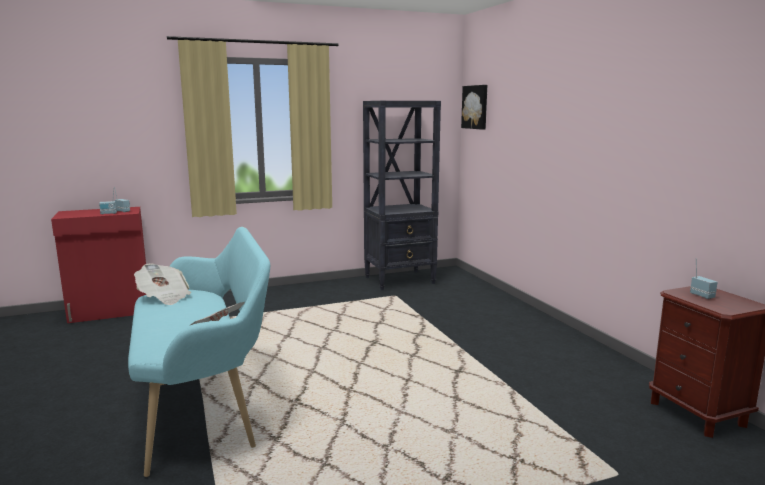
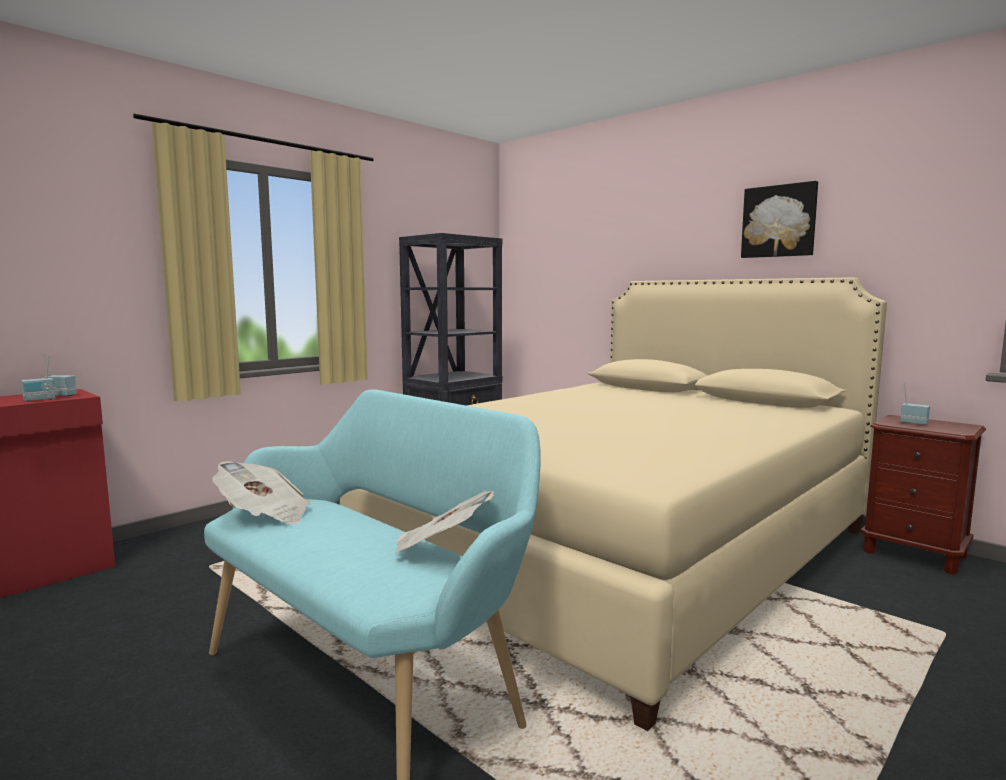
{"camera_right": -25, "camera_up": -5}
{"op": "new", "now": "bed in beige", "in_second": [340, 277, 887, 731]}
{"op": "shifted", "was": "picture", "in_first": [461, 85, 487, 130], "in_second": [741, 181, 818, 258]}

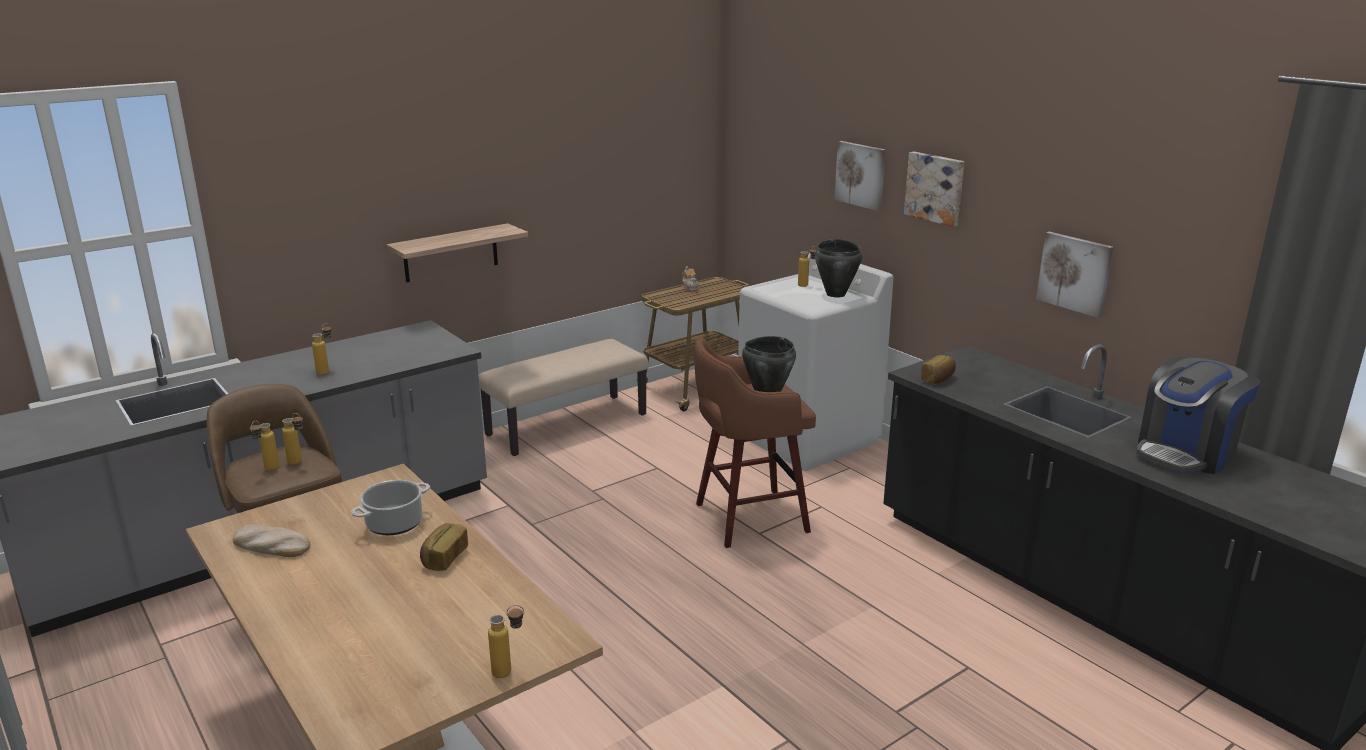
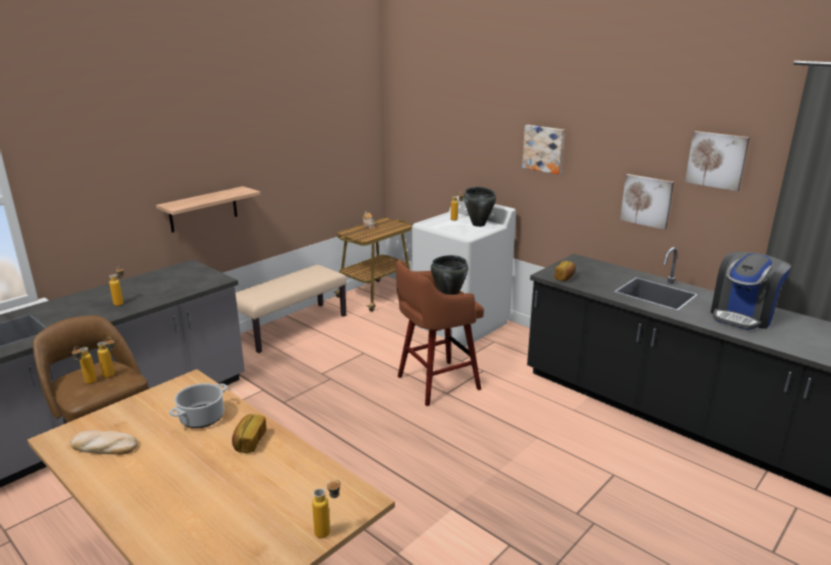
{"camera_right": -10, "camera_up": 0}
{"op": "shifted", "was": "picture", "in_first": [834, 141, 886, 211], "in_second": [685, 131, 750, 191]}

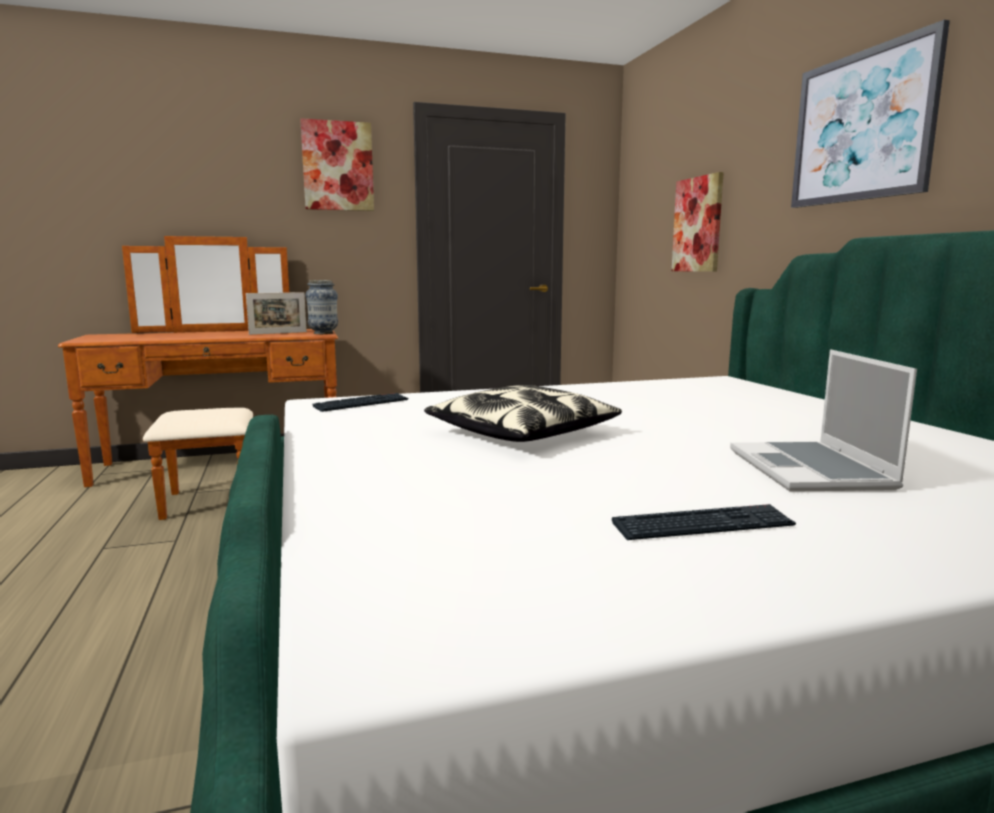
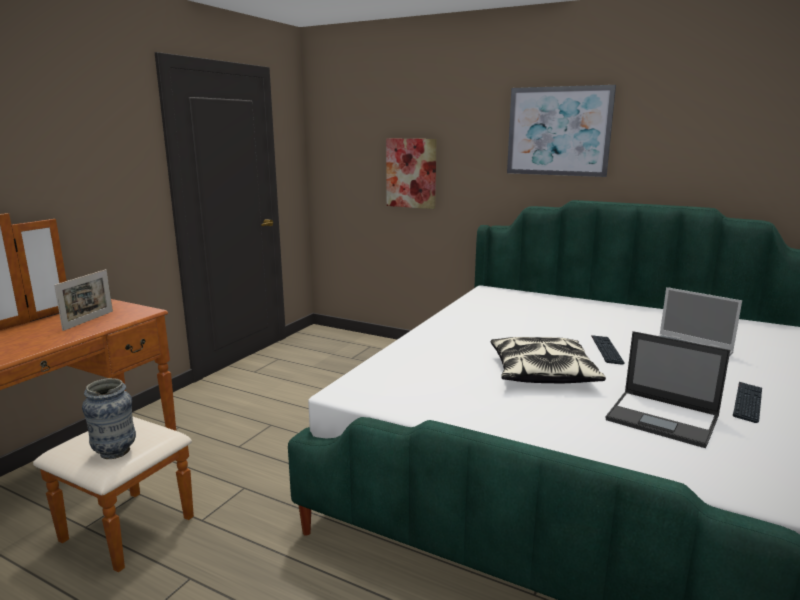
{"camera_right": -45, "camera_up": 5}
{"op": "shifted", "was": "vase", "in_first": [305, 280, 338, 334], "in_second": [82, 378, 136, 459]}
{"op": "shifted", "was": "keyboard", "in_first": [313, 393, 408, 412], "in_second": [591, 335, 625, 365]}
{"op": "new", "now": "laptop", "in_second": [605, 331, 730, 448]}
{"op": "gone", "was": "picture", "in_first": [300, 118, 374, 211]}

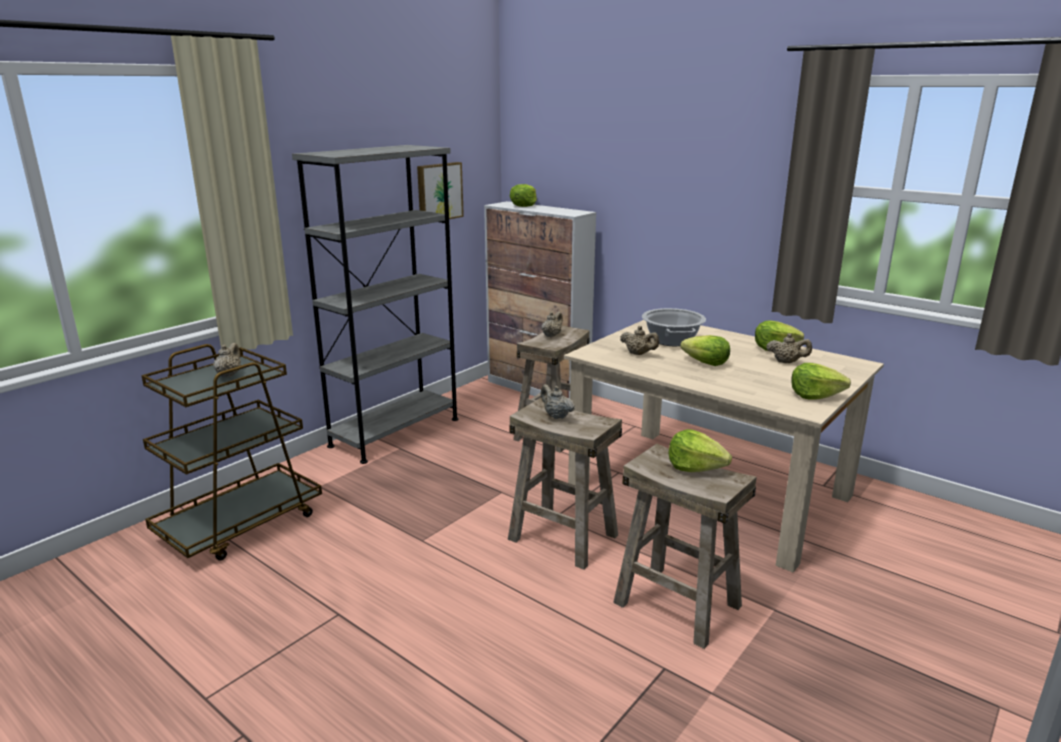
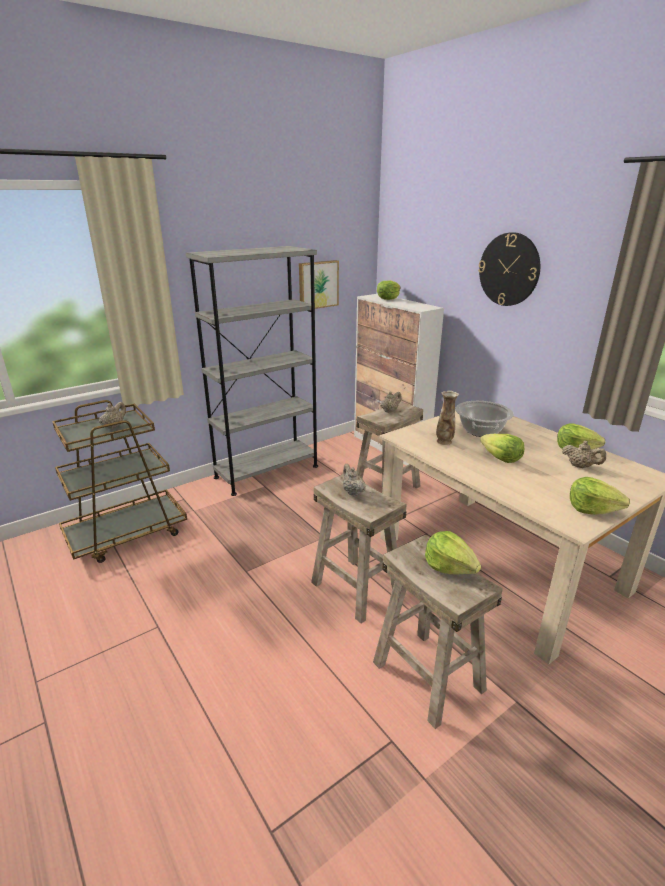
{"camera_right": 15, "camera_up": 5}
{"op": "swapped", "was": "teapot in beige", "now": "vase", "in_first": [620, 326, 659, 355], "in_second": [436, 390, 459, 445]}
{"op": "new", "now": "wall clock", "in_second": [478, 232, 540, 306]}

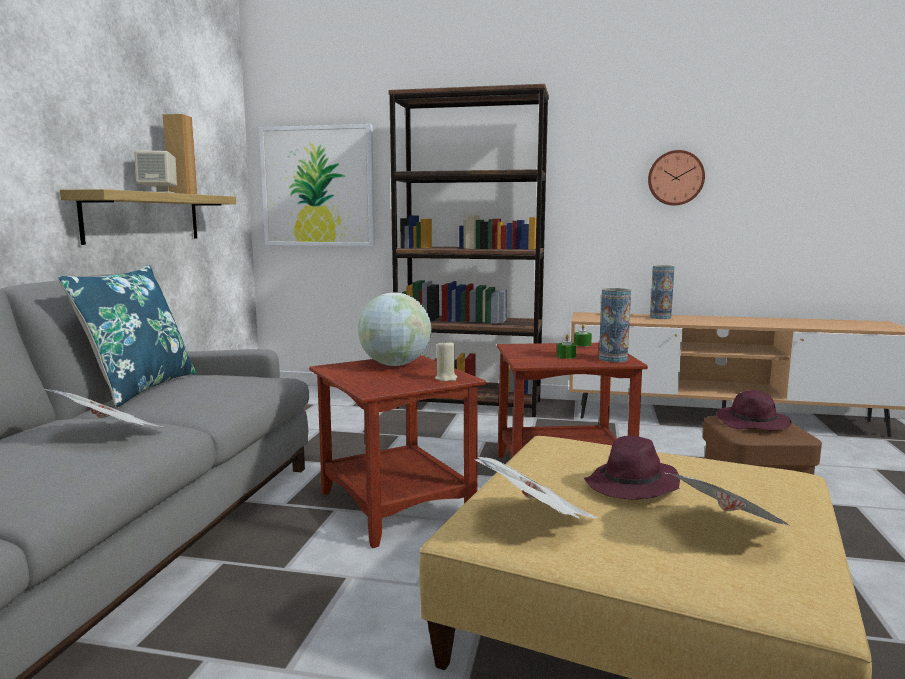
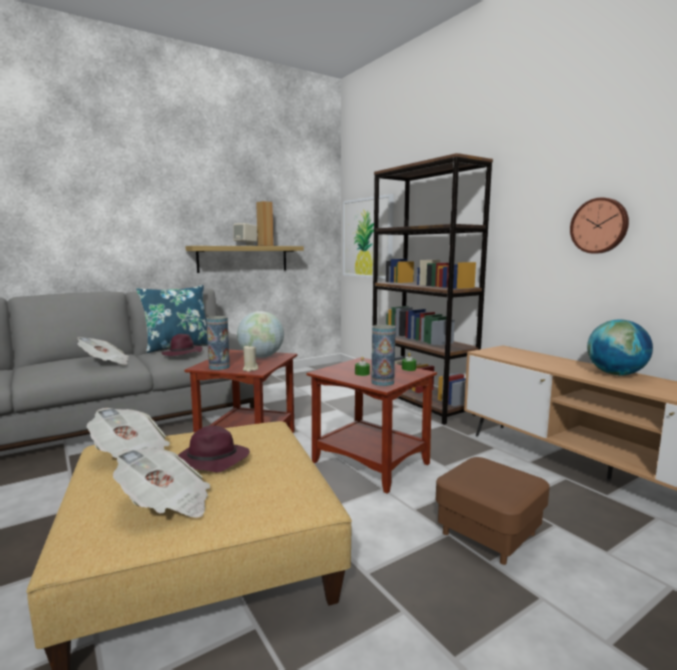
{"camera_right": 45, "camera_up": 0}
{"op": "shifted", "was": "hat in purple", "in_first": [717, 390, 791, 430], "in_second": [161, 334, 202, 356]}
{"op": "shifted", "was": "vase", "in_first": [650, 265, 675, 319], "in_second": [206, 316, 230, 370]}
{"op": "new", "now": "globe", "in_second": [587, 320, 653, 375]}

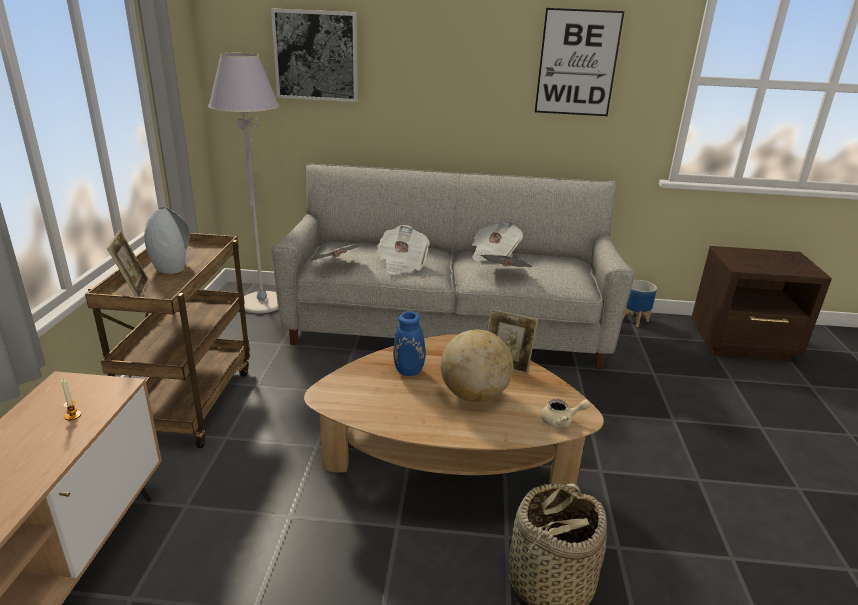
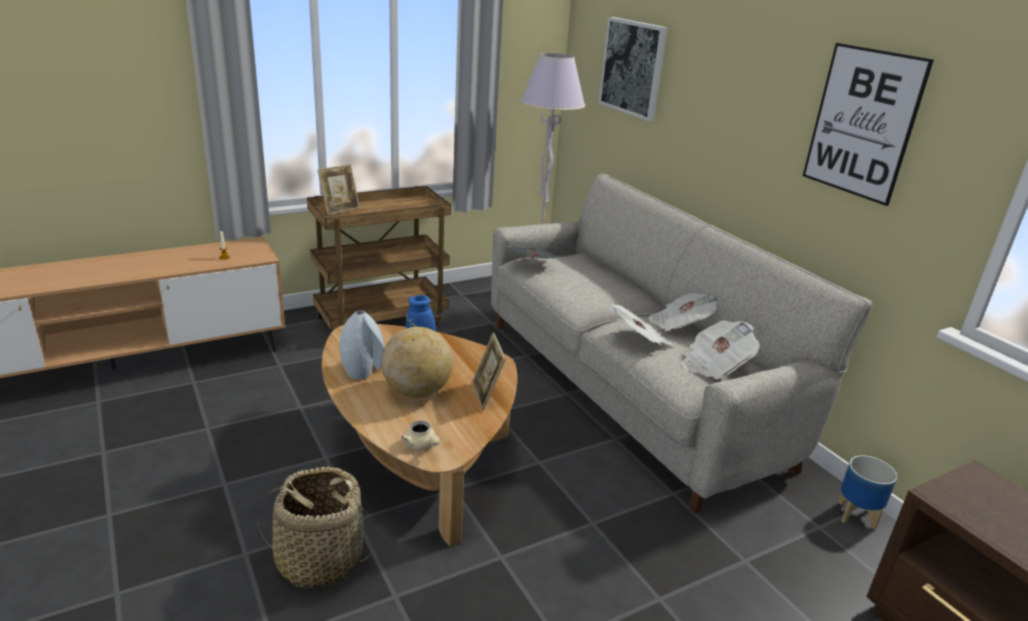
{"camera_right": 55, "camera_up": 0}
{"op": "shifted", "was": "vase in grey", "in_first": [144, 207, 190, 274], "in_second": [339, 310, 384, 380]}
{"op": "shifted", "was": "newspaper", "in_first": [377, 225, 430, 274], "in_second": [681, 320, 760, 379]}

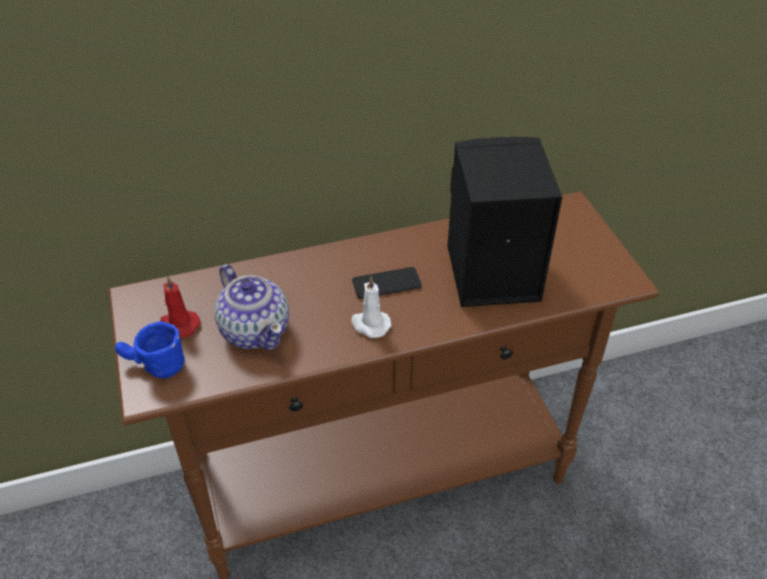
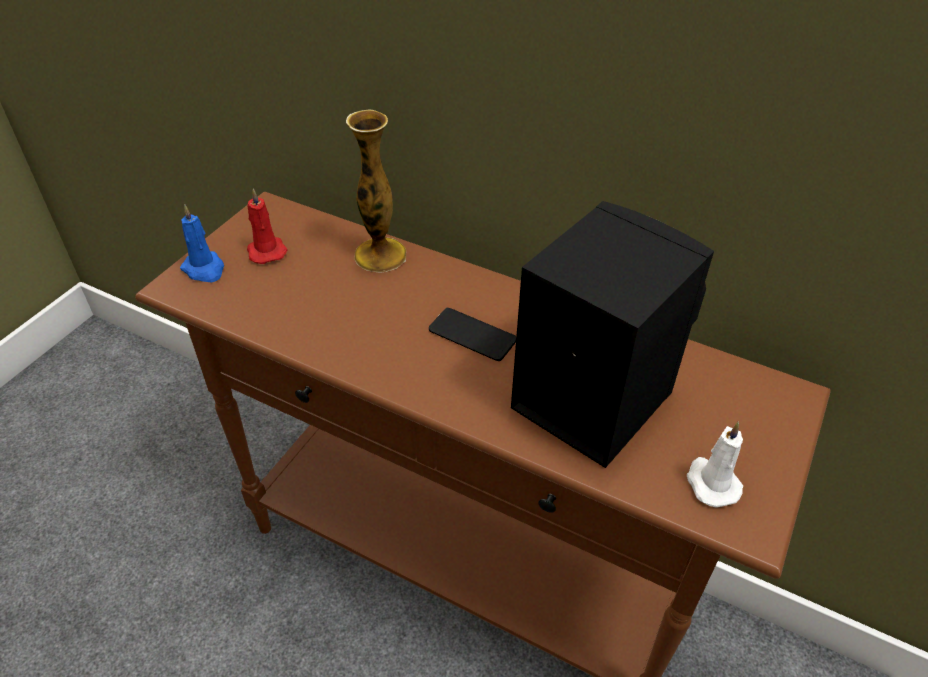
{"camera_right": 45, "camera_up": 0}
{"op": "swapped", "was": "mug in blue", "now": "candle in blue", "in_first": [115, 321, 185, 379], "in_second": [180, 205, 224, 282]}
{"op": "new", "now": "vase", "in_second": [346, 110, 406, 273]}
{"op": "shifted", "was": "candle in white", "in_first": [351, 276, 392, 338], "in_second": [687, 421, 743, 508]}
{"op": "gone", "was": "teapot", "in_first": [214, 264, 289, 350]}

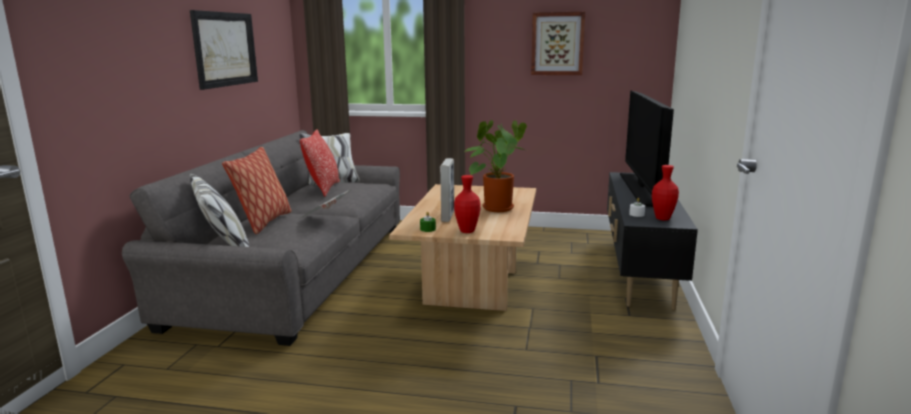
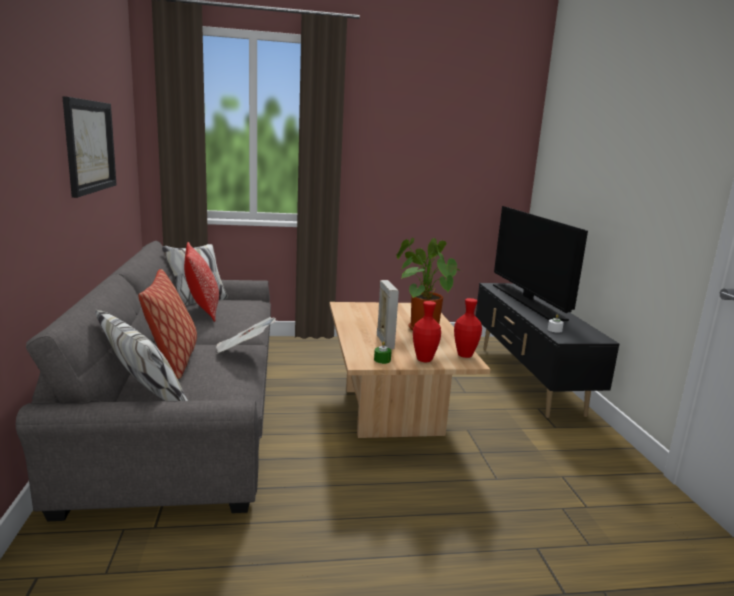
{"camera_right": -20, "camera_up": 0}
{"op": "shifted", "was": "vase in red", "in_first": [652, 165, 679, 220], "in_second": [454, 298, 482, 358]}
{"op": "gone", "was": "picture", "in_first": [531, 12, 585, 75]}

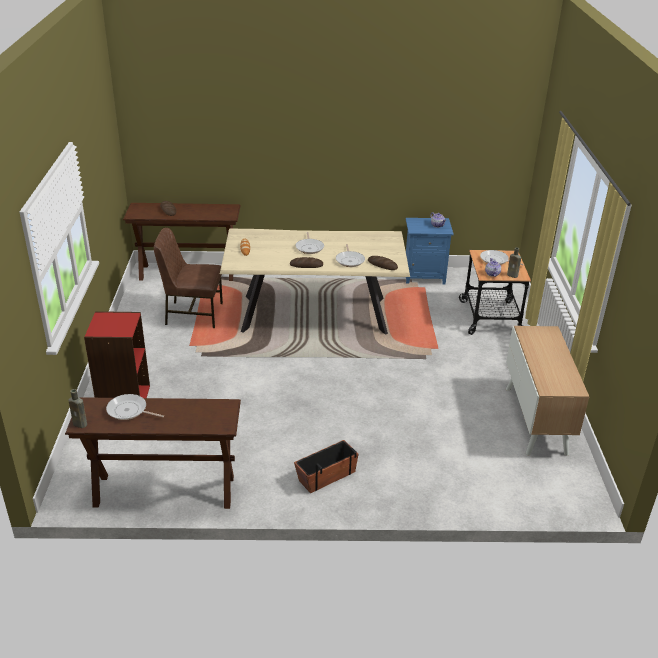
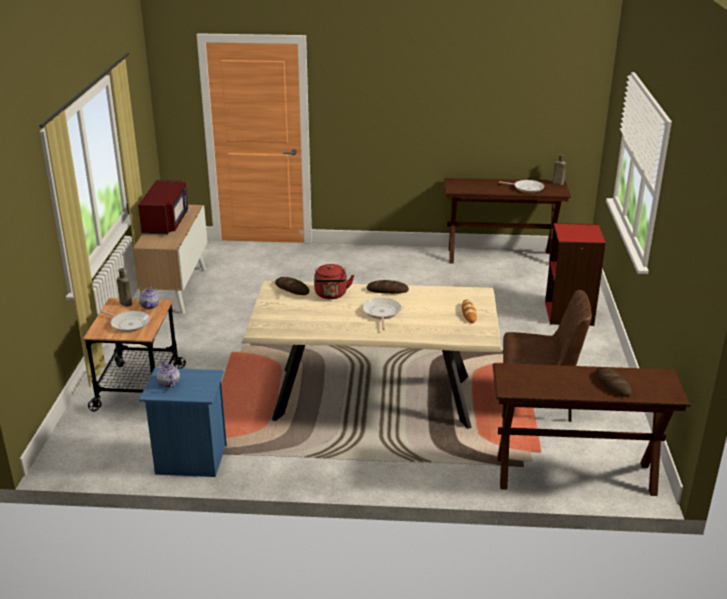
{"camera_right": -175, "camera_up": -5}
{"op": "new", "now": "microwave in red", "in_second": [138, 180, 188, 234]}
{"op": "swapped", "was": "frying pan", "now": "kettle in red", "in_first": [336, 244, 365, 267], "in_second": [314, 264, 354, 299]}
{"op": "gone", "was": "planter", "in_first": [294, 440, 359, 493]}

